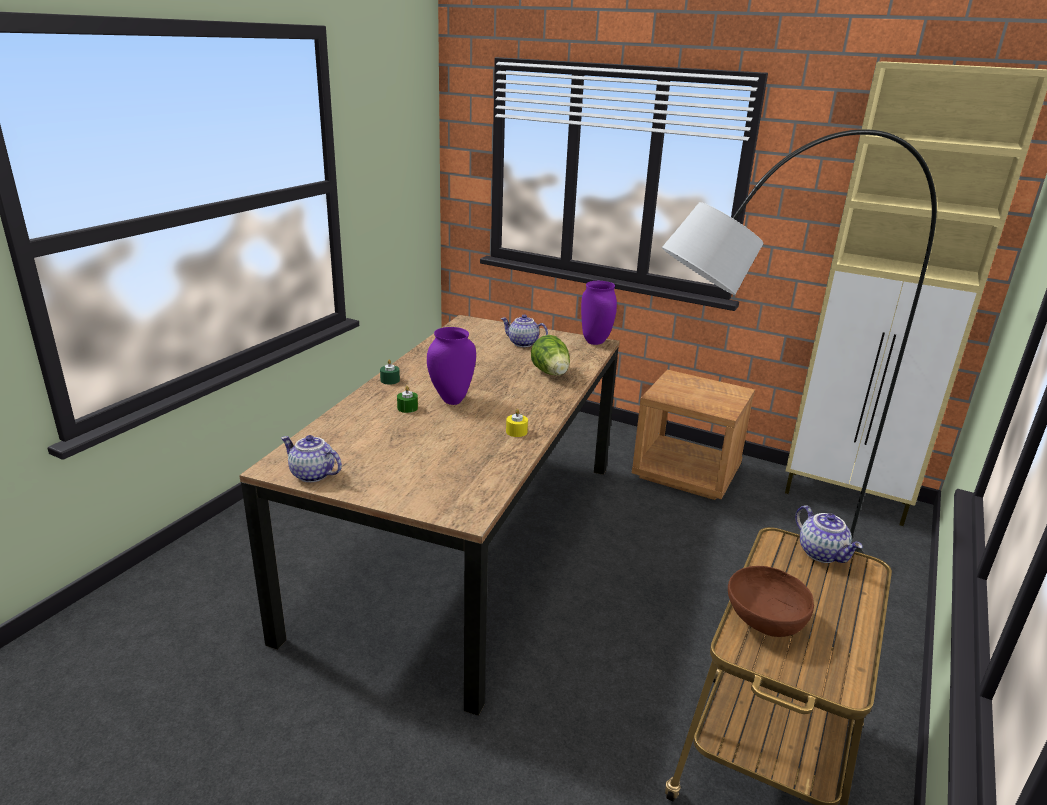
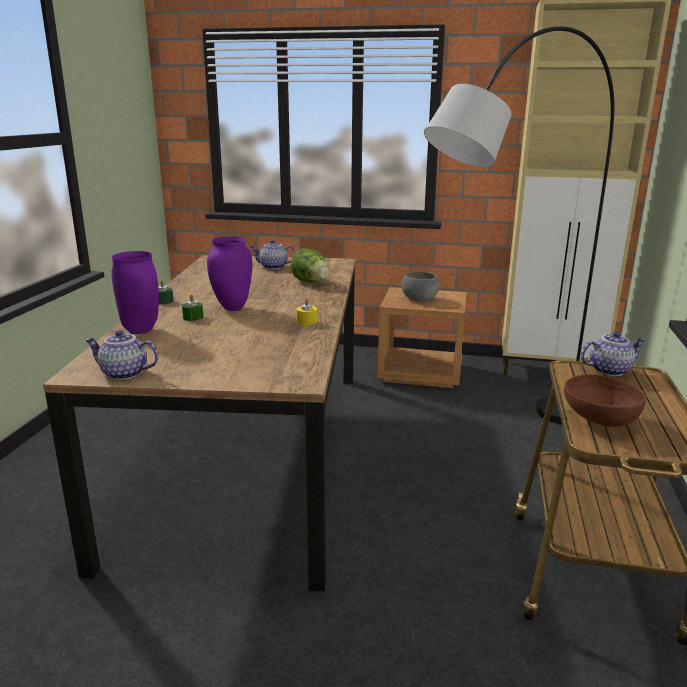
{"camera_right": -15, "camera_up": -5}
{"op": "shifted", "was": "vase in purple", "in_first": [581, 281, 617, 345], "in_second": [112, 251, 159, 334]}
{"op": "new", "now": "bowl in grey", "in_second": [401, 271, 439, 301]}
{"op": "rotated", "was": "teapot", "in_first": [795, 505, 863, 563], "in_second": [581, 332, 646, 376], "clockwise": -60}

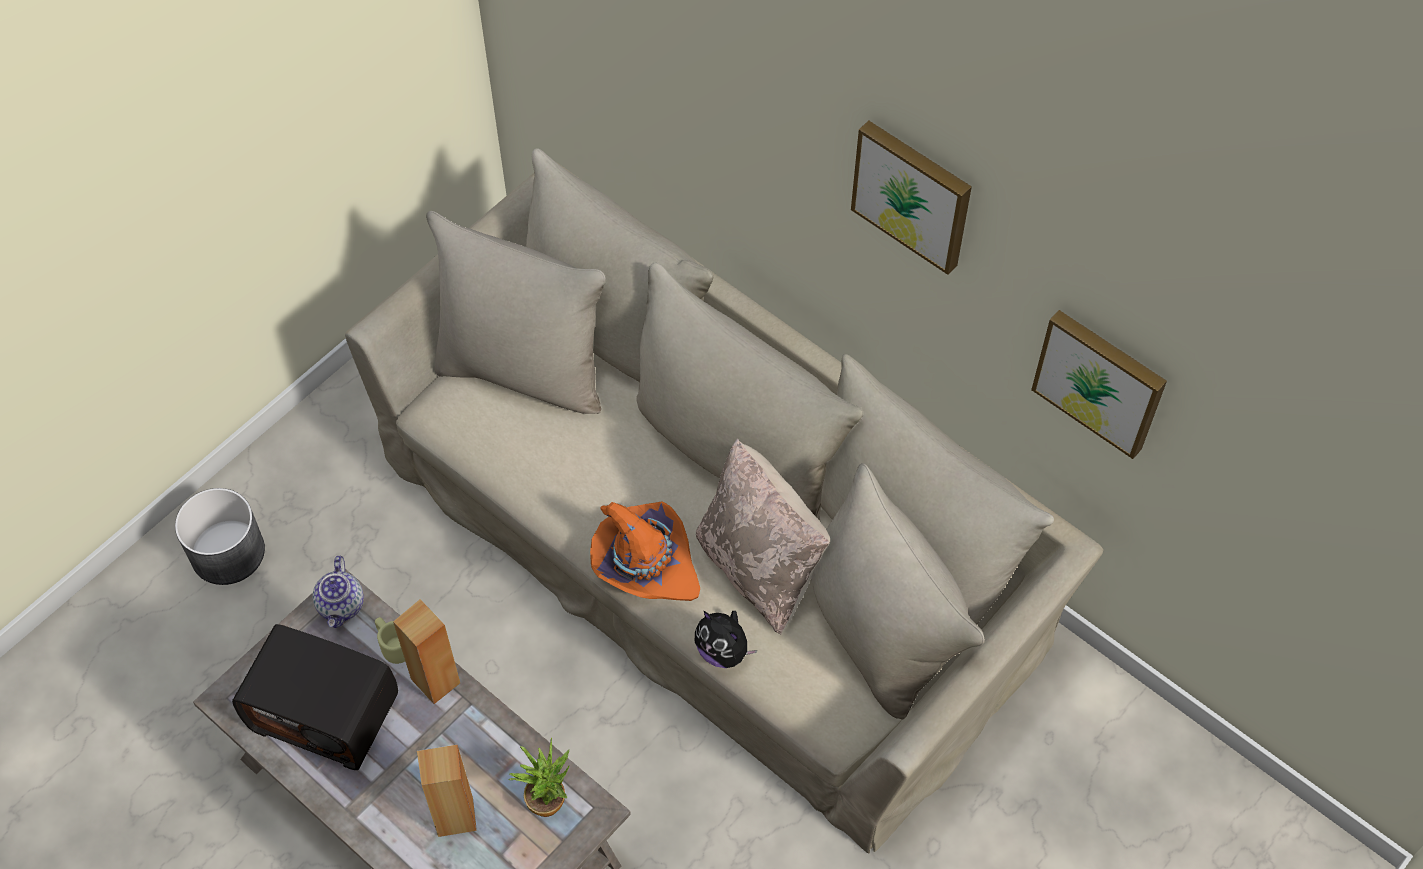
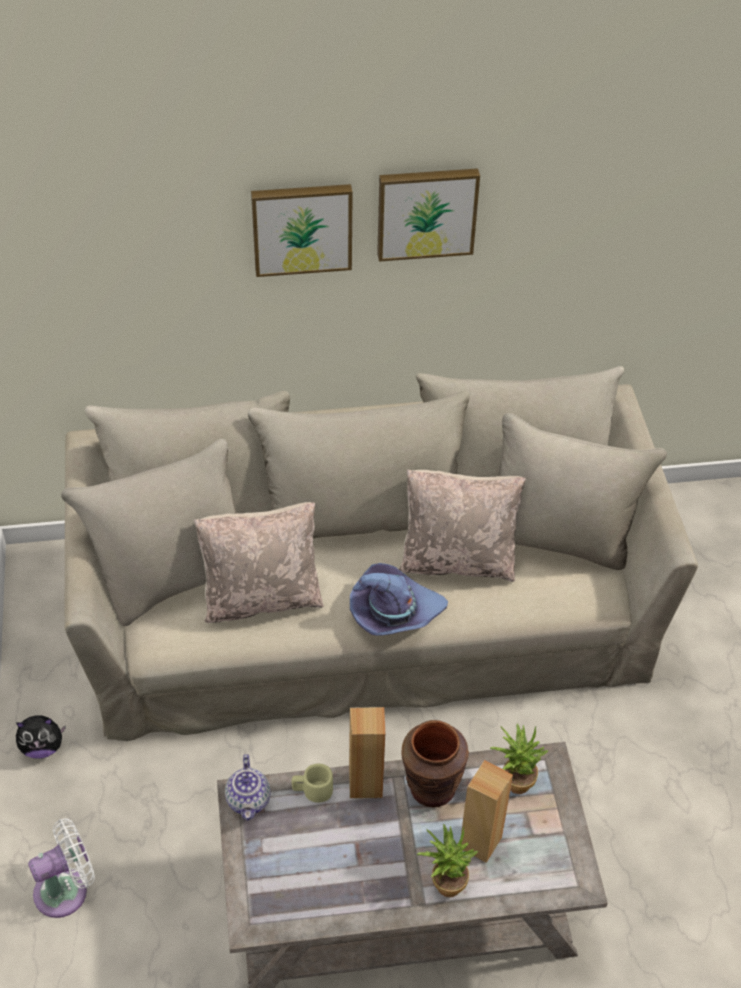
{"camera_right": -50, "camera_up": -10}
{"op": "shifted", "was": "plush toy", "in_first": [695, 611, 758, 668], "in_second": [16, 715, 66, 759]}
{"op": "swapped", "was": "planter in grey", "now": "fan in white", "in_first": [175, 488, 265, 585], "in_second": [28, 818, 95, 918]}
{"op": "new", "now": "pillow in beige", "in_second": [194, 502, 324, 623]}
{"op": "rotated", "was": "teapot", "in_first": [313, 556, 364, 628], "in_second": [225, 754, 271, 821], "clockwise": 45}
{"op": "shifted", "was": "picture", "in_first": [1031, 310, 1167, 459], "in_second": [251, 184, 353, 277]}
{"op": "repainted", "was": "hat in orange", "now": "hat in purple", "in_first": [590, 501, 700, 601], "in_second": [350, 563, 448, 636]}
{"op": "new", "now": "vase in brown", "in_second": [401, 720, 469, 807]}
{"op": "new", "now": "potted plant", "in_second": [417, 824, 478, 897]}
{"op": "gone", "was": "radio", "in_first": [232, 624, 398, 770]}

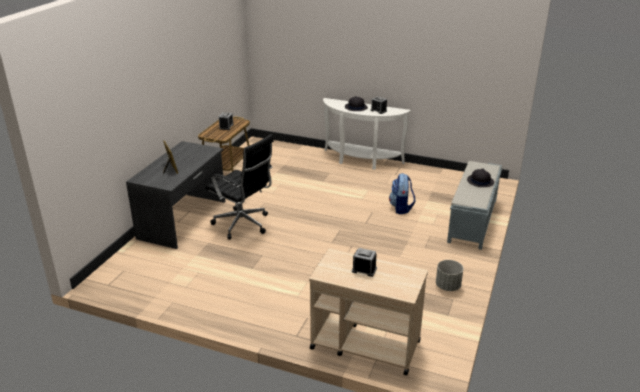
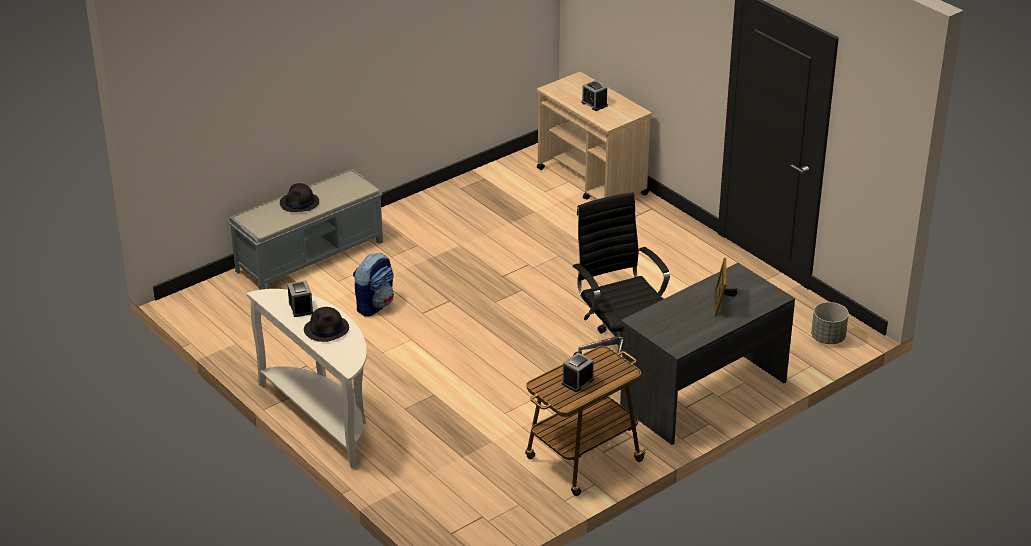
{"camera_right": -150, "camera_up": 5}
{"op": "shifted", "was": "planter in grey", "in_first": [436, 260, 463, 291], "in_second": [811, 302, 849, 344]}

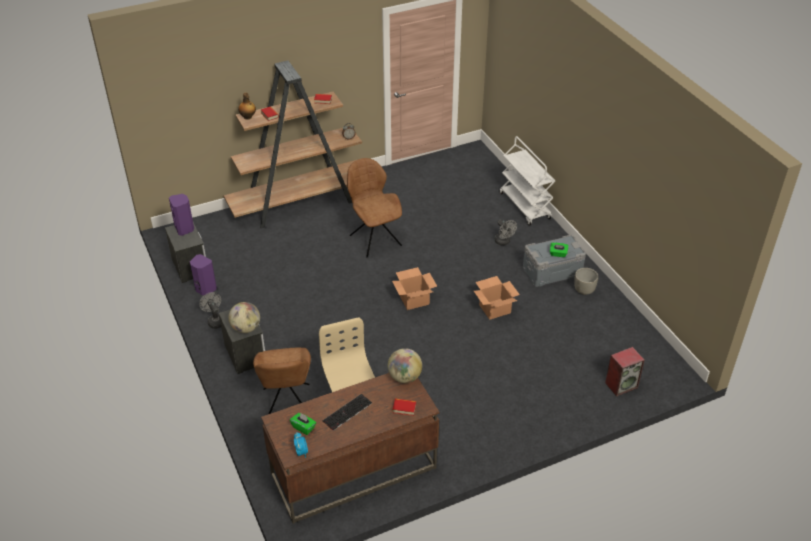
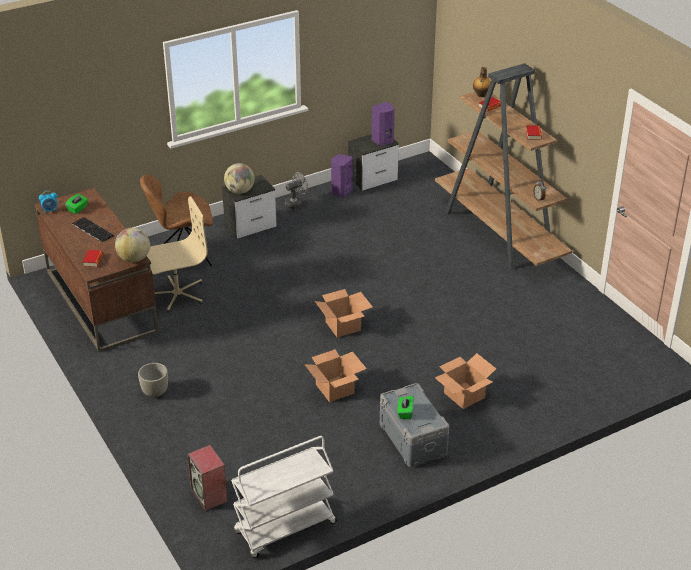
{"camera_right": 85, "camera_up": -5}
{"op": "shifted", "was": "planter in grey", "in_first": [574, 268, 599, 295], "in_second": [138, 363, 168, 397]}
{"op": "shifted", "was": "cart in white", "in_first": [500, 136, 555, 225], "in_second": [231, 436, 337, 558]}
{"op": "swapped", "was": "fan in grey", "now": "cardboard box", "in_first": [494, 219, 517, 245], "in_second": [435, 353, 496, 409]}
{"op": "gone", "was": "chair in brown", "in_first": [347, 158, 402, 258]}

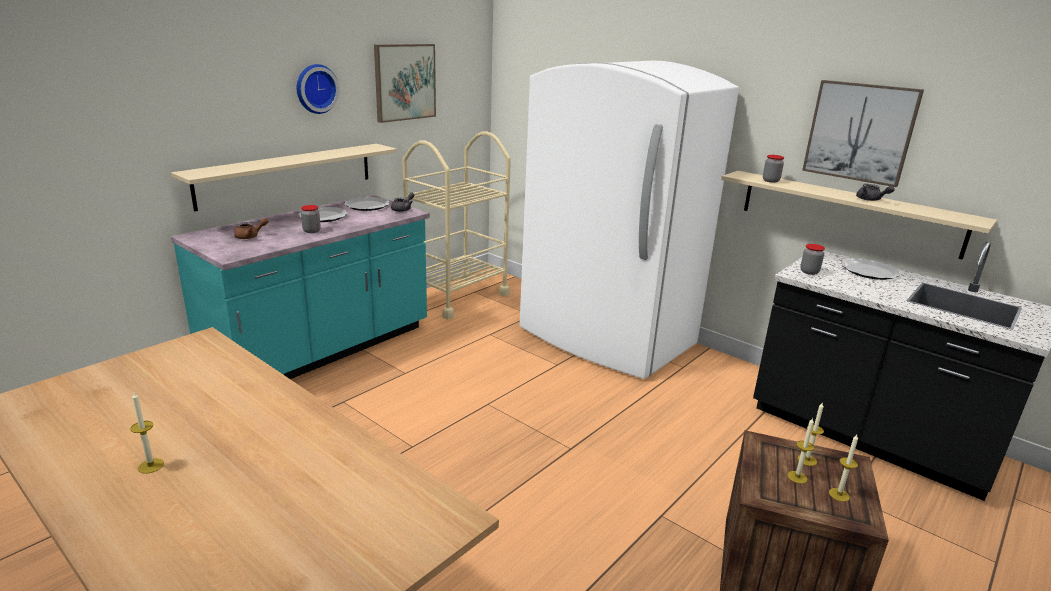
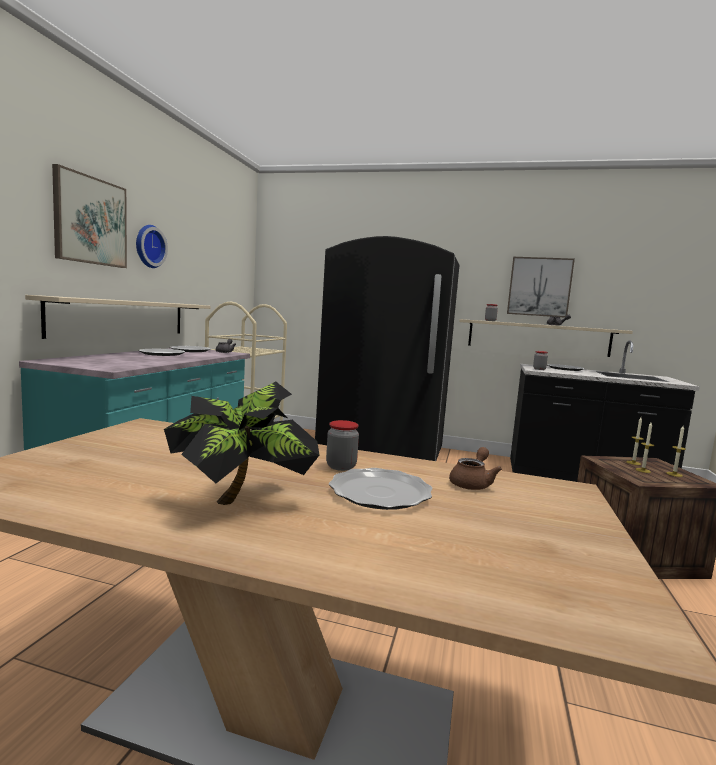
{"camera_right": -25, "camera_up": -15}
{"op": "shifted", "was": "picture", "in_first": [374, 44, 436, 123], "in_second": [52, 164, 127, 268]}
{"op": "swapped", "was": "candle", "now": "potted plant", "in_first": [130, 392, 164, 474], "in_second": [164, 381, 319, 505]}
{"op": "repainted", "was": "fridge in white", "now": "fridge in black", "in_first": [520, 61, 739, 379], "in_second": [315, 236, 459, 461]}
{"op": "shifted", "was": "jar", "in_first": [301, 205, 321, 233], "in_second": [326, 420, 359, 471]}
{"op": "new", "now": "plate", "in_second": [329, 468, 432, 510]}
{"op": "shifted", "was": "teapot in brown", "in_first": [234, 218, 269, 239], "in_second": [449, 447, 502, 490]}

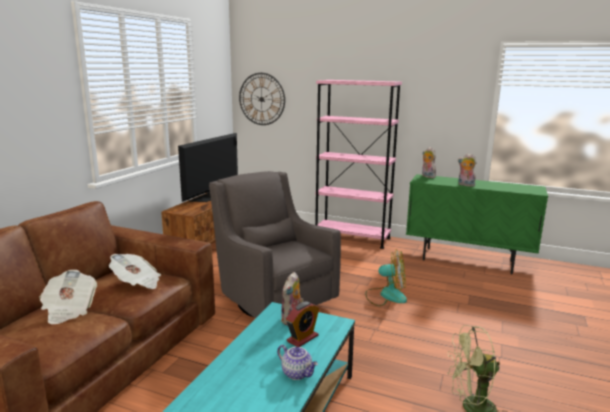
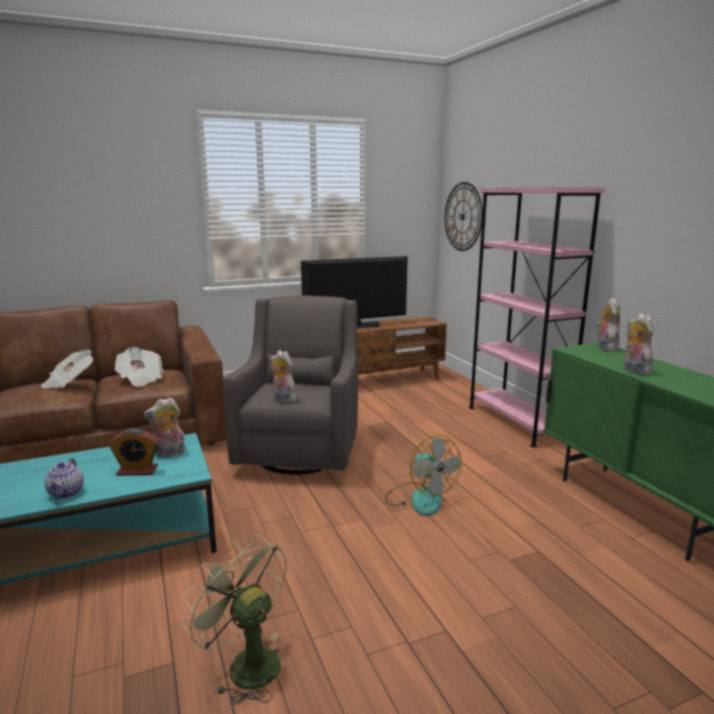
{"camera_right": 45, "camera_up": 0}
{"op": "new", "now": "plush toy", "in_second": [270, 350, 296, 402]}

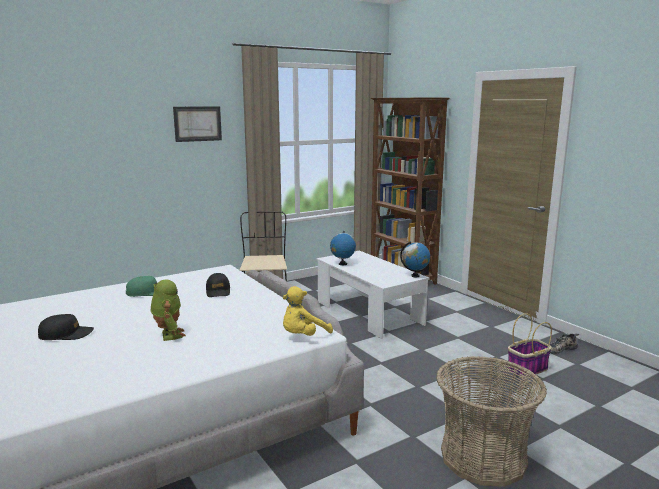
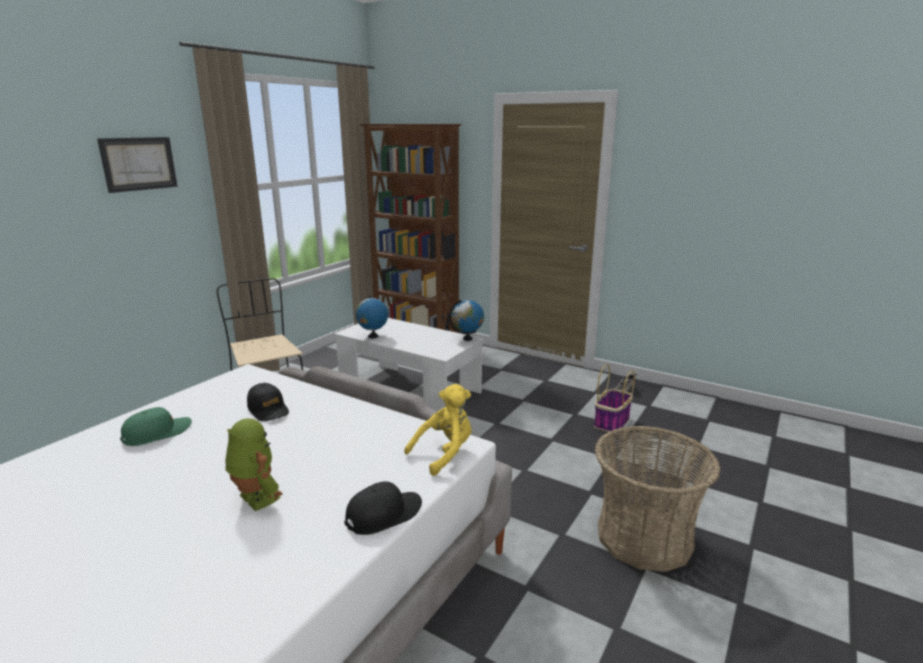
{"camera_right": -25, "camera_up": 5}
{"op": "shifted", "was": "cap in black", "in_first": [38, 314, 94, 340], "in_second": [344, 481, 422, 535]}
{"op": "rotated", "was": "plush toy in yellow", "in_first": [283, 286, 333, 336], "in_second": [404, 384, 472, 476], "clockwise": -150}

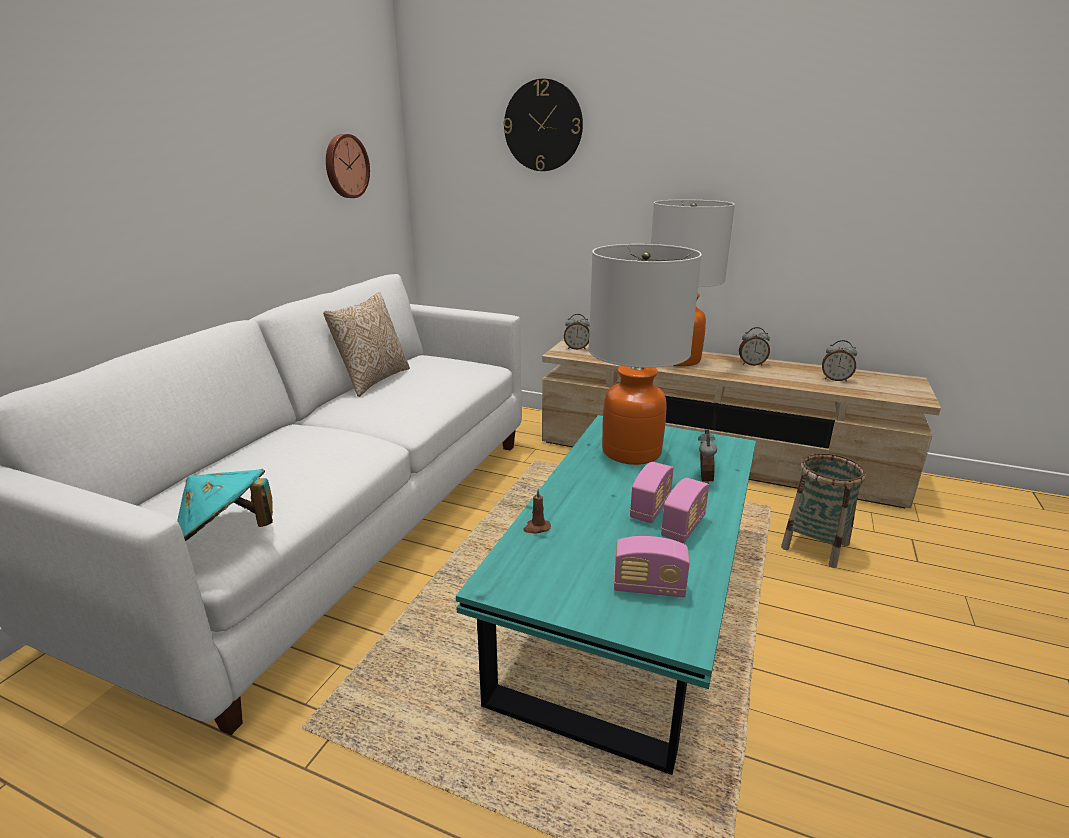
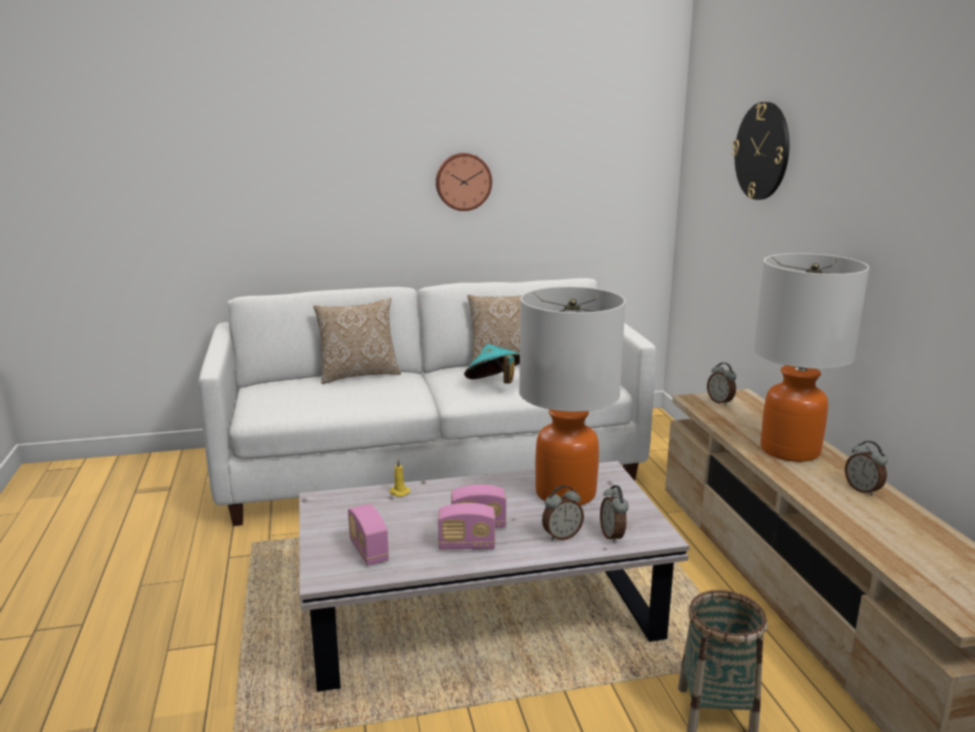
{"camera_right": 55, "camera_up": -5}
{"op": "repainted", "was": "coffee table in turquoise", "now": "coffee table in white", "in_first": [456, 415, 756, 775], "in_second": [299, 461, 690, 692]}
{"op": "new", "now": "pillow", "in_second": [313, 298, 401, 384]}
{"op": "repainted", "was": "candle in brown", "now": "candle in yellow", "in_first": [523, 489, 551, 533], "in_second": [389, 459, 410, 497]}
{"op": "shifted", "was": "wall clock", "in_first": [326, 134, 370, 198], "in_second": [436, 153, 492, 211]}
{"op": "shifted", "was": "hat in turquoise", "in_first": [177, 469, 273, 541], "in_second": [464, 344, 520, 384]}
{"op": "shifted", "was": "alarm clock", "in_first": [822, 340, 857, 382], "in_second": [600, 485, 629, 543]}

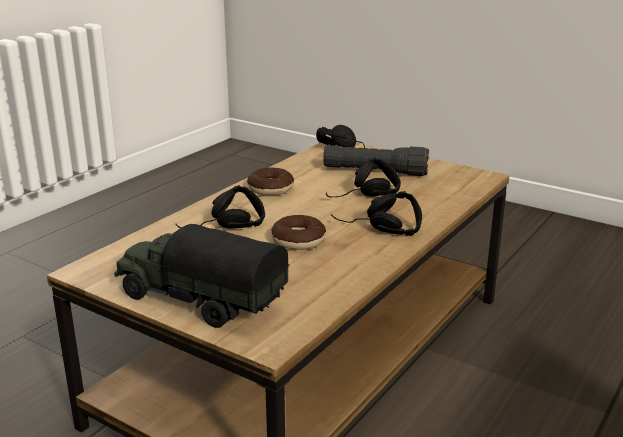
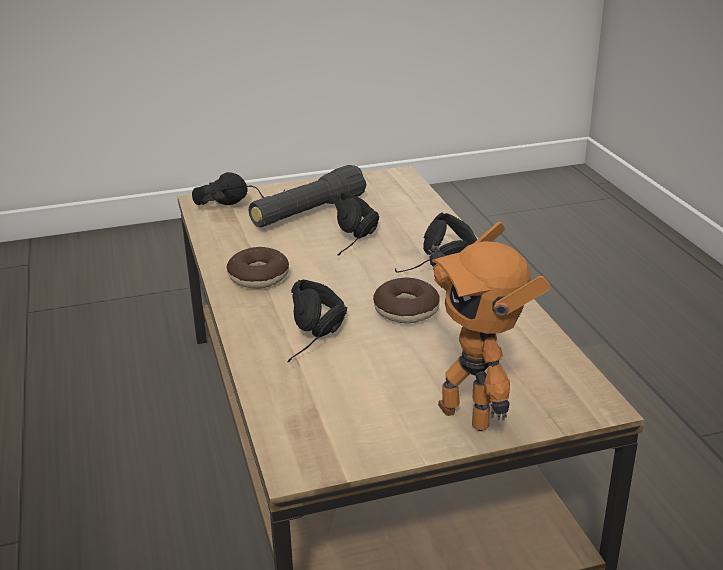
{"camera_right": -50, "camera_up": 5}
{"op": "swapped", "was": "toy truck", "now": "toy robot", "in_first": [114, 224, 290, 328], "in_second": [428, 222, 550, 431]}

